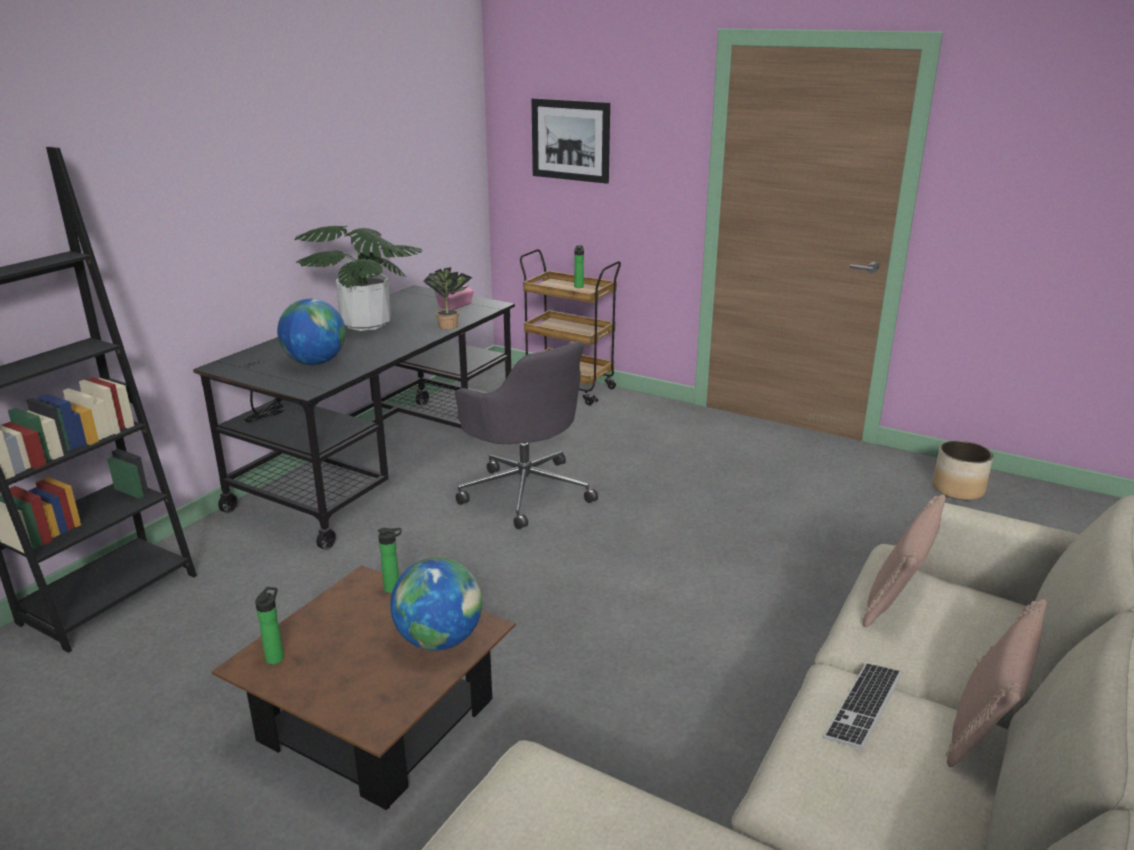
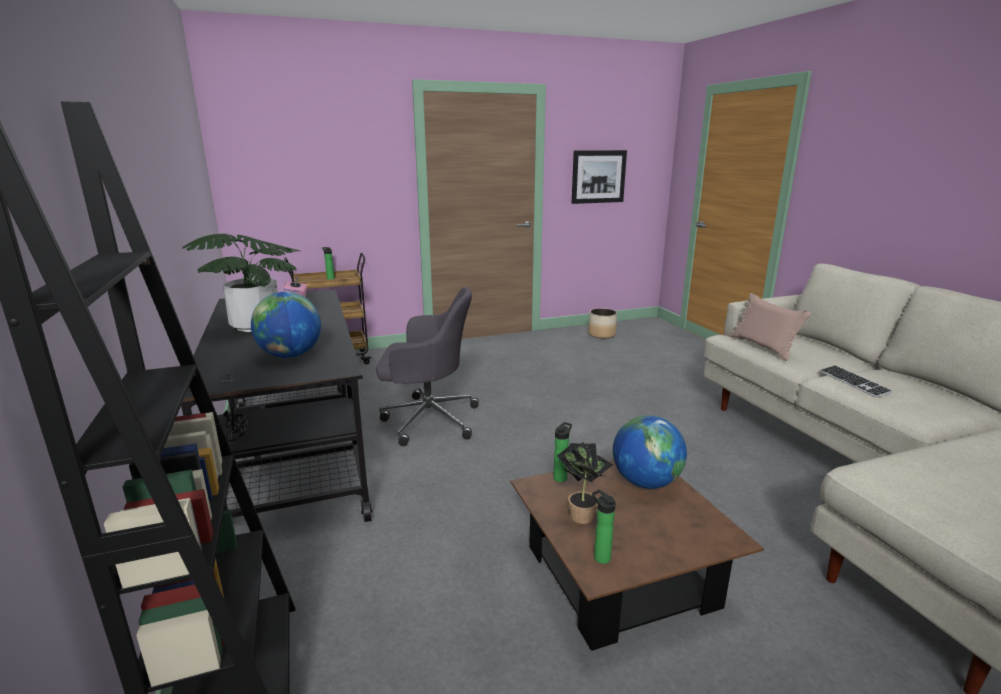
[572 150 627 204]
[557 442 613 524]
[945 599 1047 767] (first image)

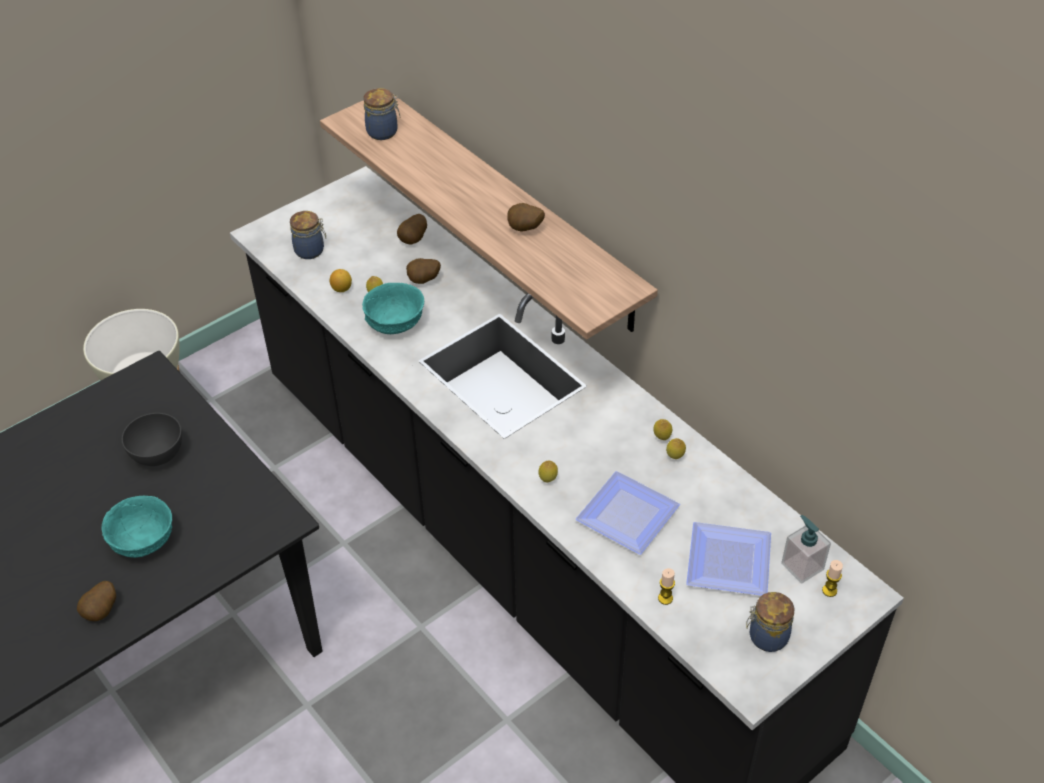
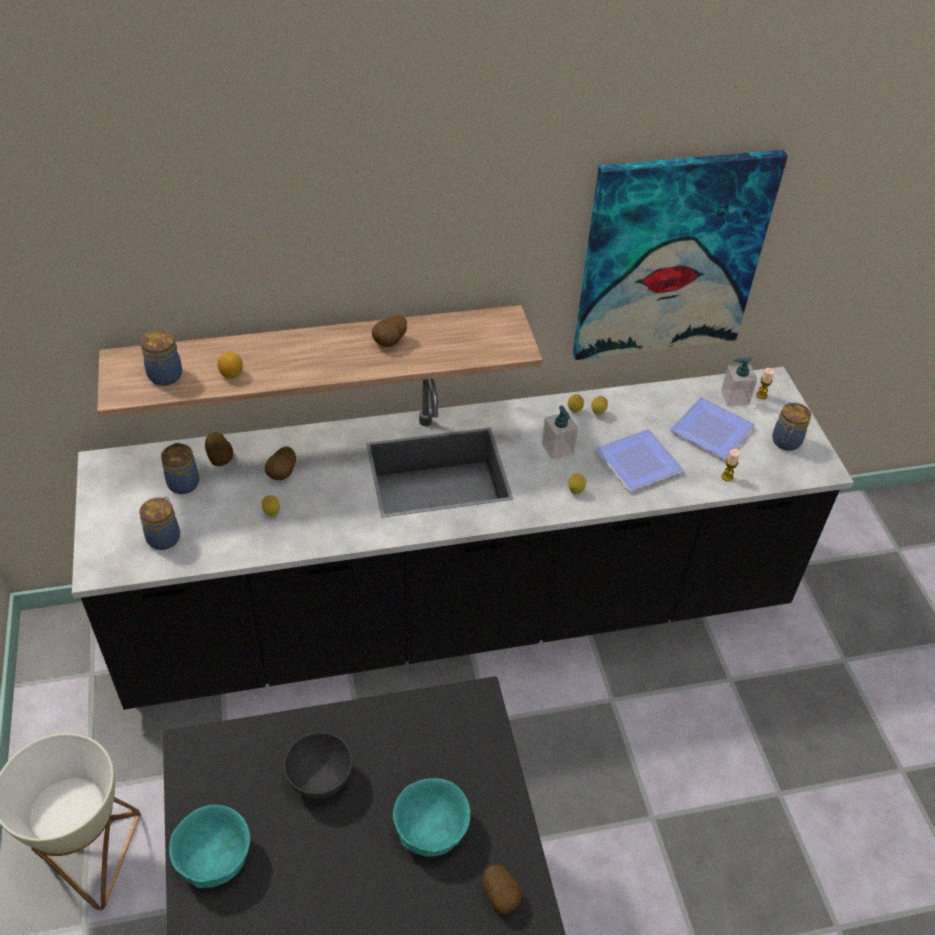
[217 352 243 378]
[169 804 250 888]
[573 150 788 360]
[542 406 578 460]
[161 442 199 494]

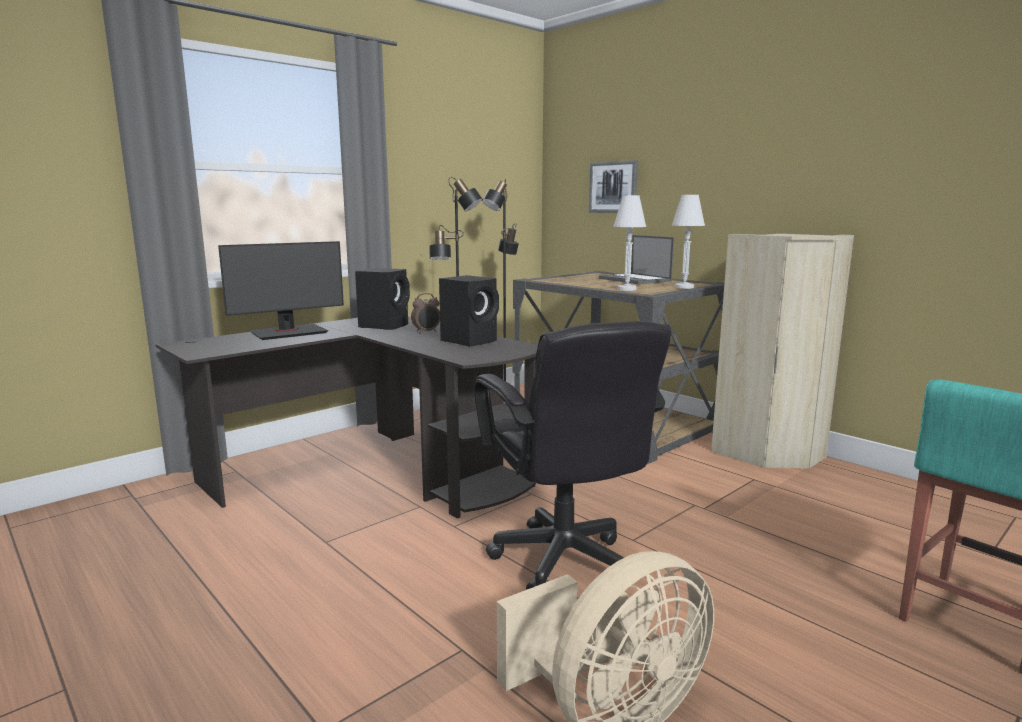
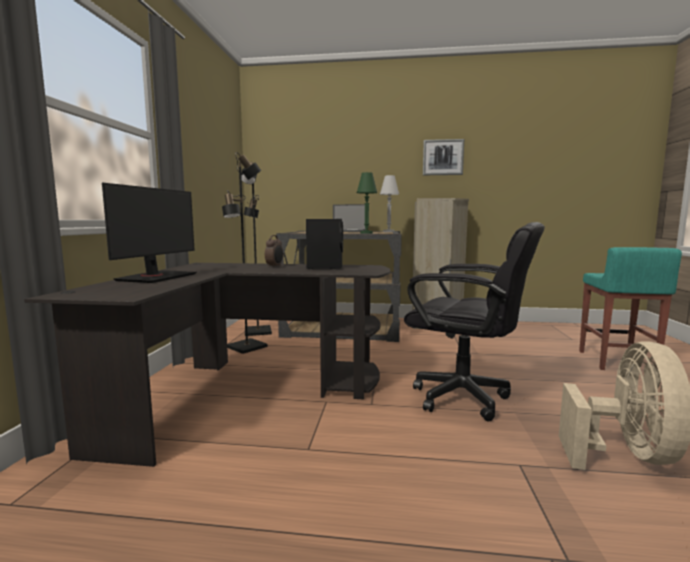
[423 139 464 175]
[357 172 377 234]
[355 268 410 330] (first image)

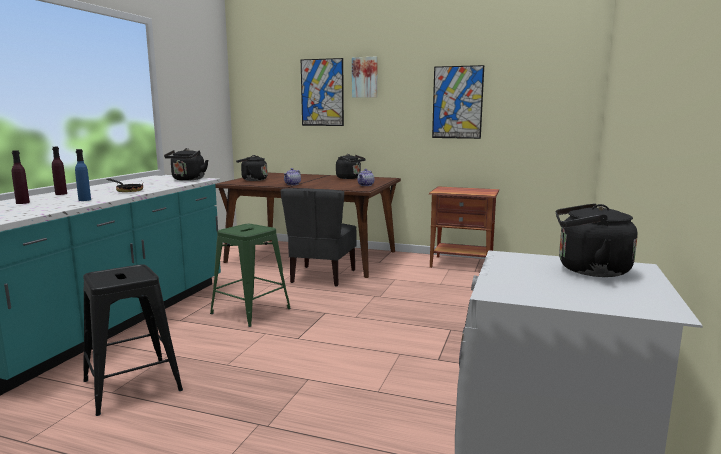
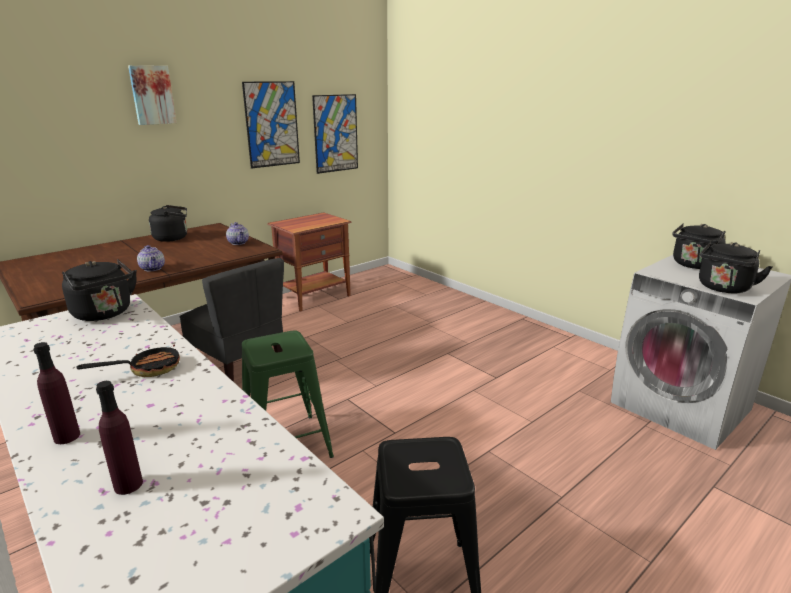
[312 94 358 174]
[75 149 91 201] (first image)
[699 242 773 293]

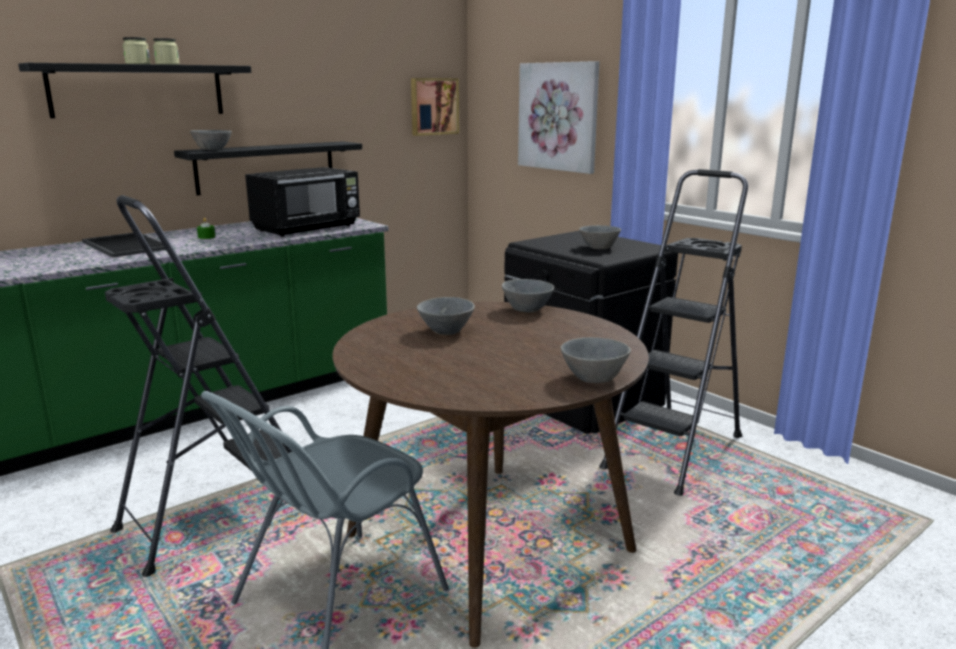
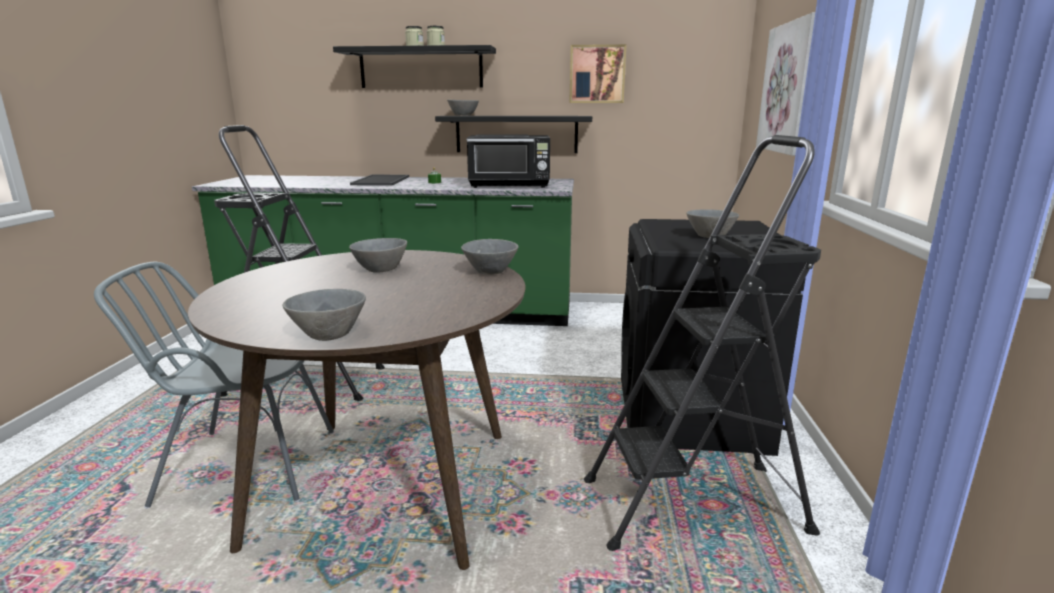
[569 44 627 103]

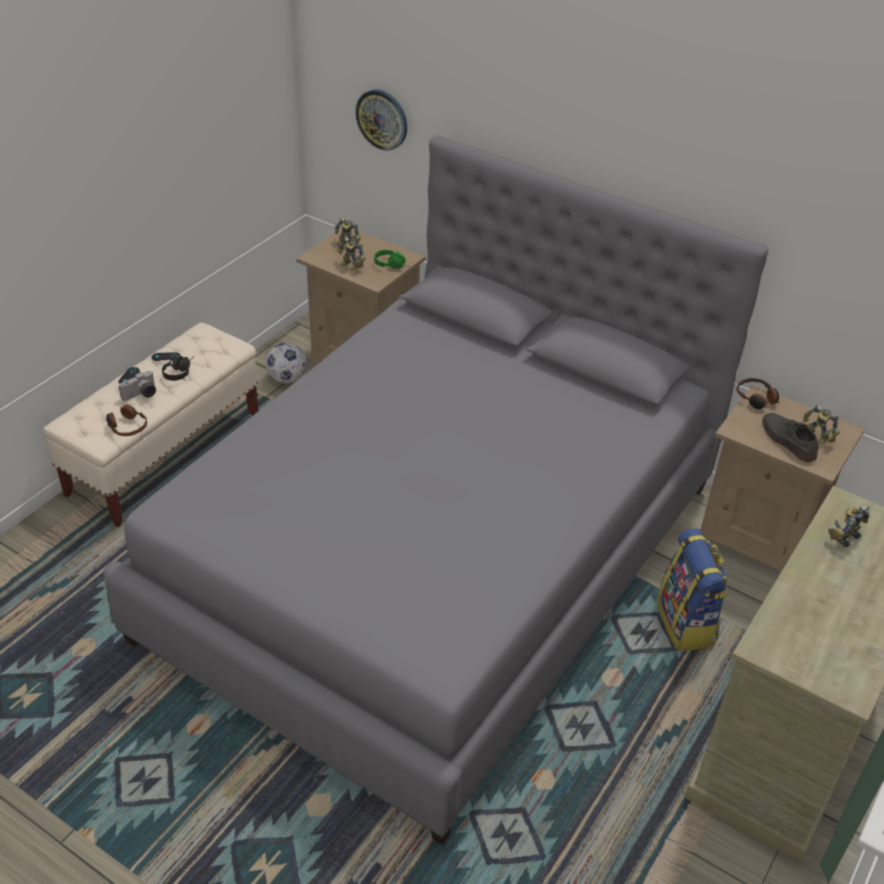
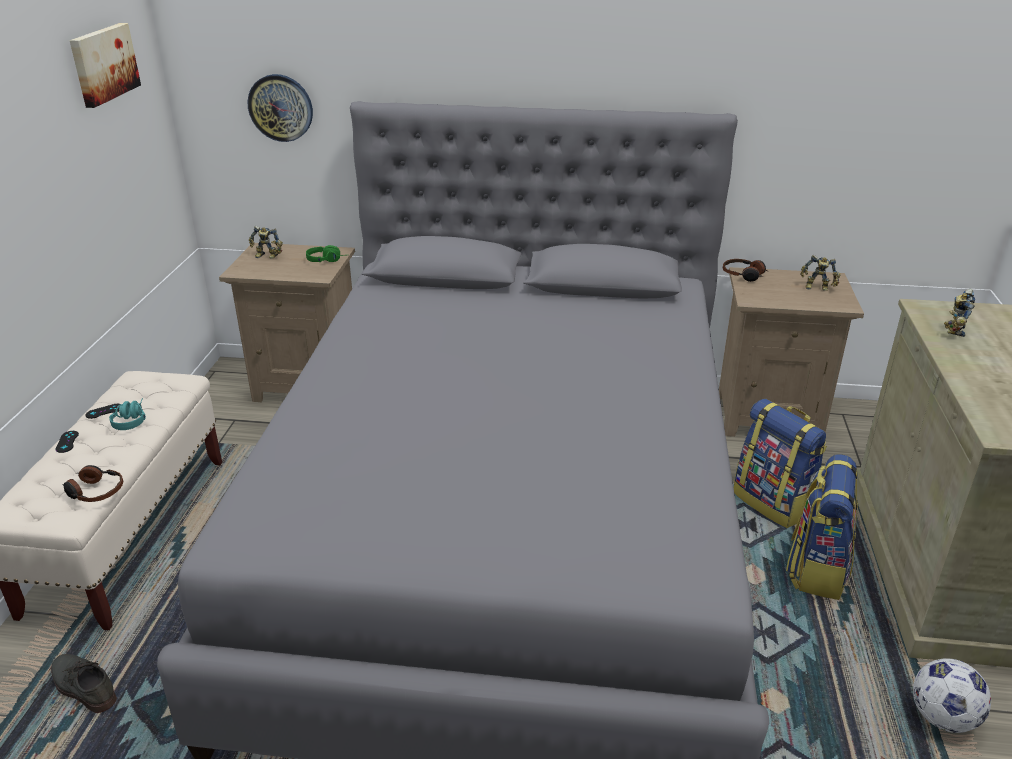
[338 237 365 270] (first image)
[913 659 991 733]
[109 398 146 430]
[119 371 156 401] (first image)
[51 654 117 713]
[69 23 141 108]
[786 454 858 600]

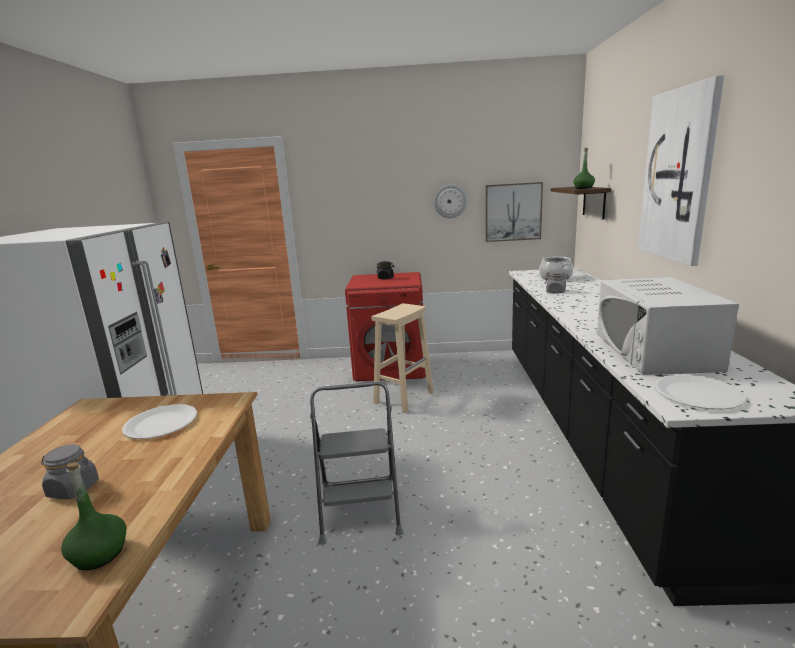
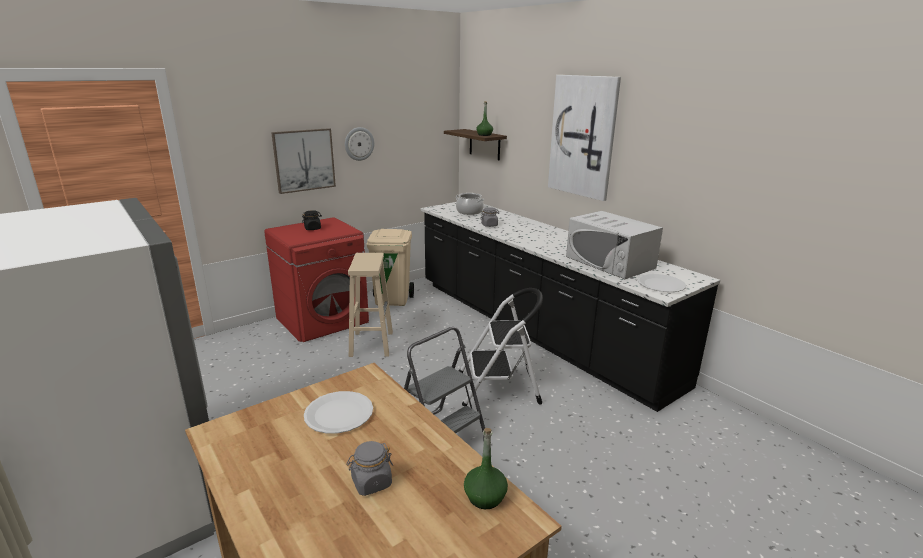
[271 128 336 194]
[366 229 414 306]
[459 288 543 406]

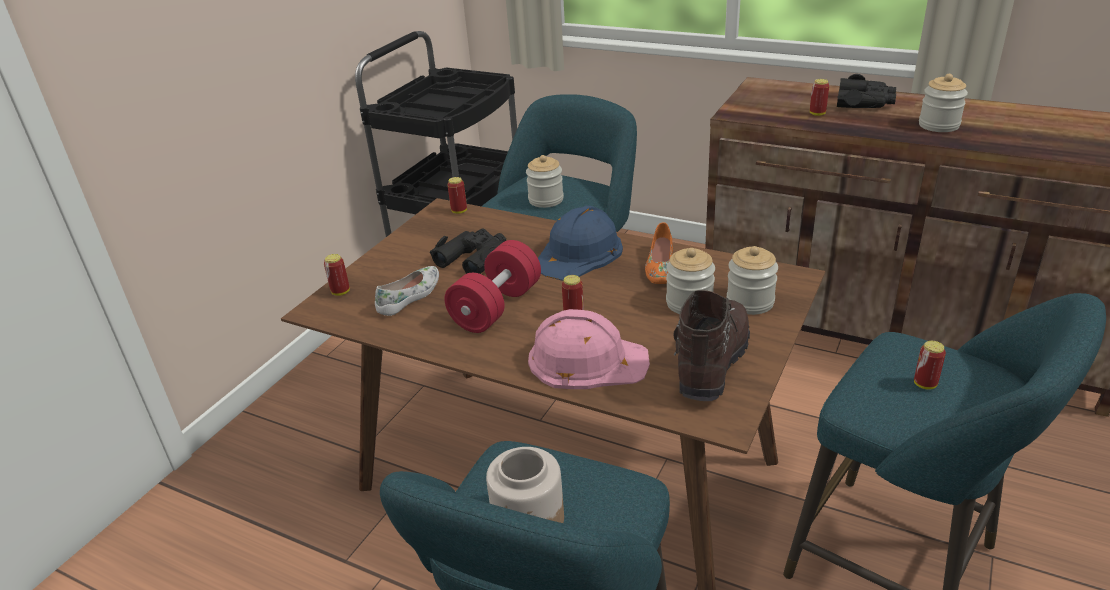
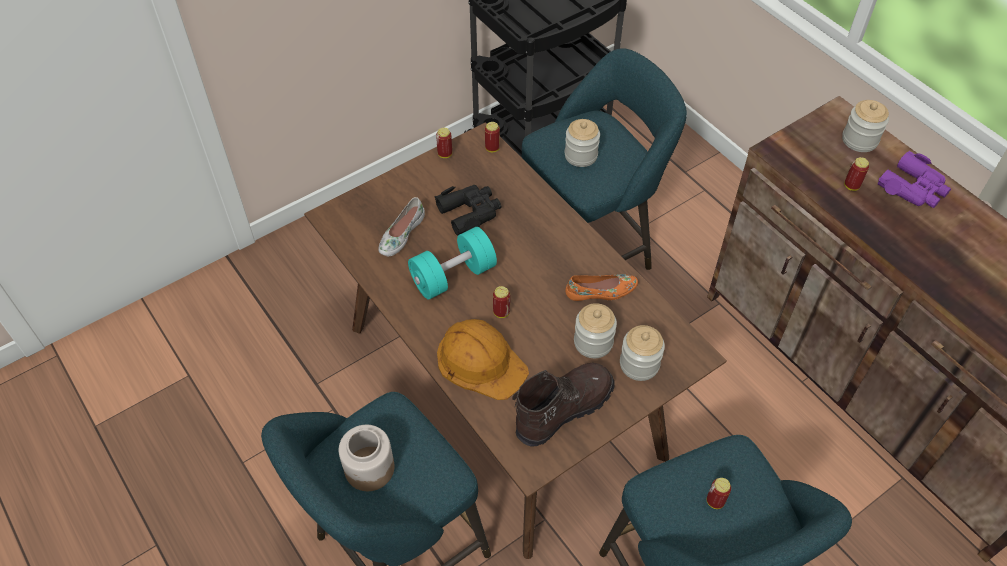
[878 151 951 208]
[842 100 889 152]
[538 205 623 281] (first image)
[565 274 638 301]
[408 227 497 300]
[436 128 452 158]
[378 197 425 256]
[437 319 529 400]

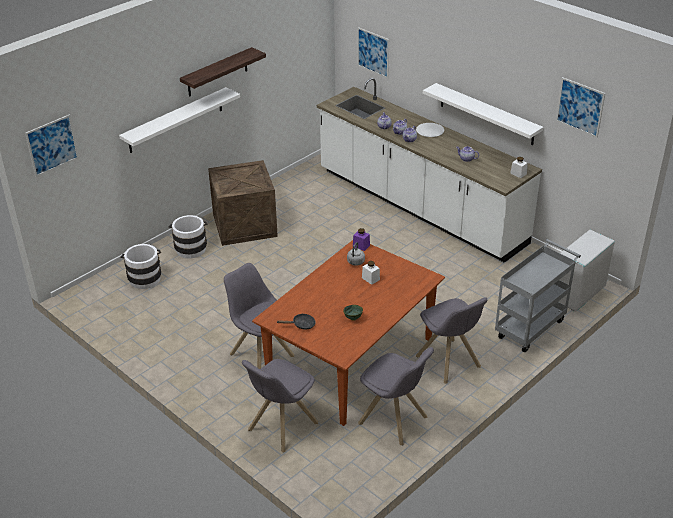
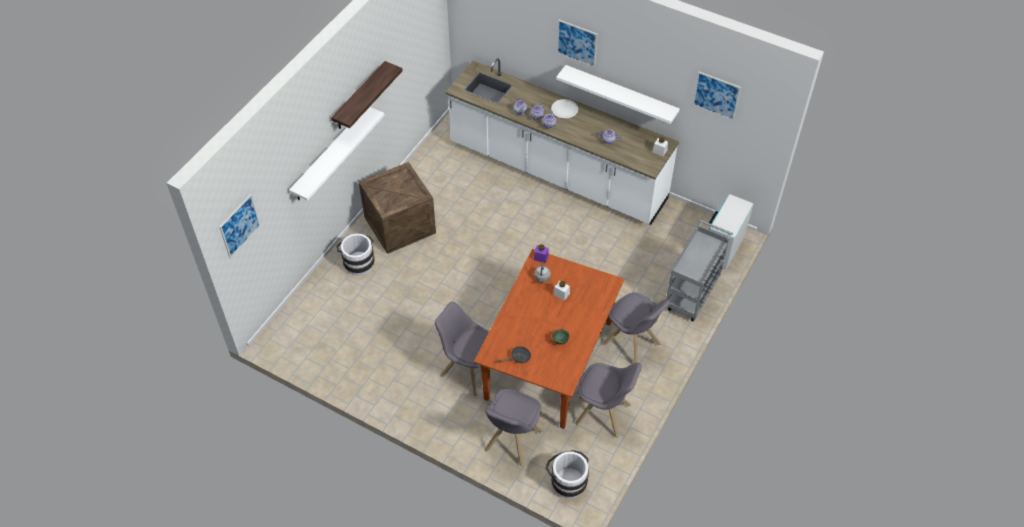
[557 20 598 68]
[546 450 589 498]

